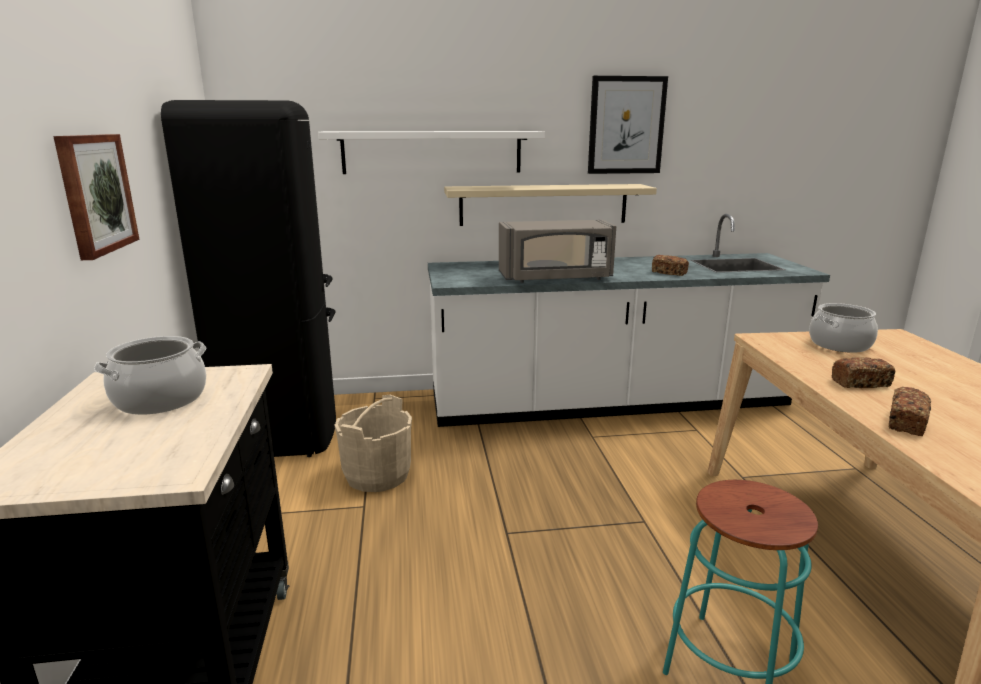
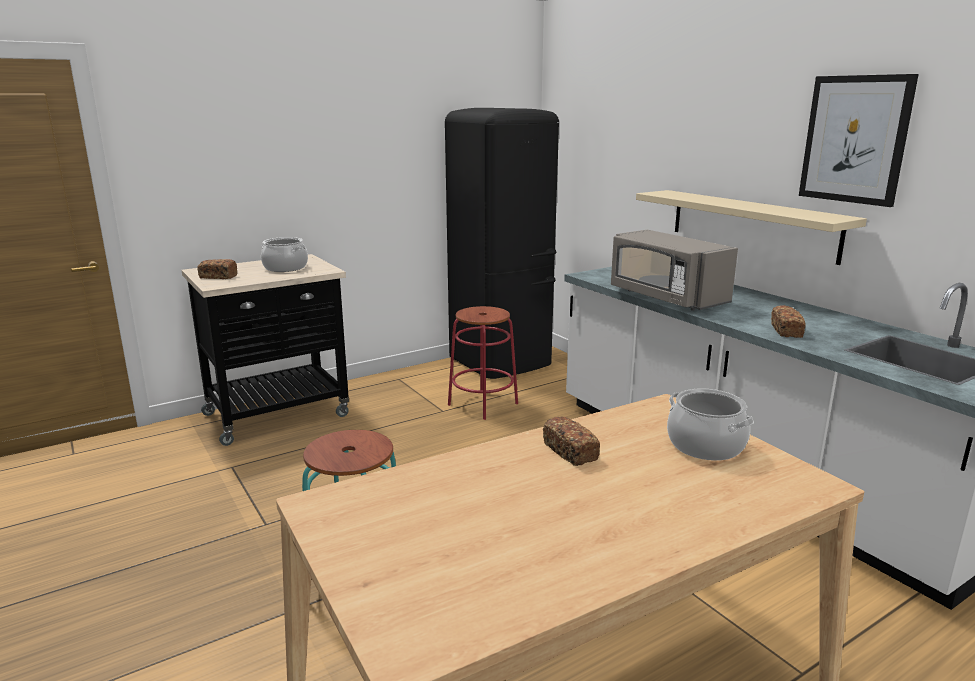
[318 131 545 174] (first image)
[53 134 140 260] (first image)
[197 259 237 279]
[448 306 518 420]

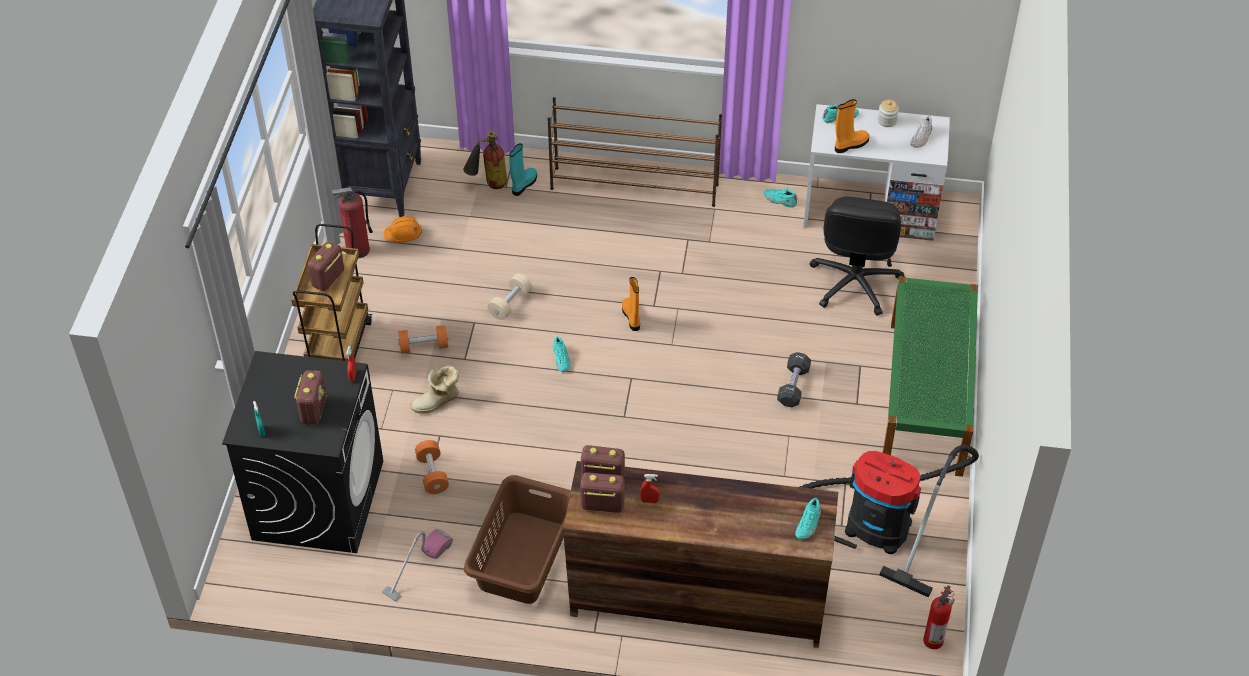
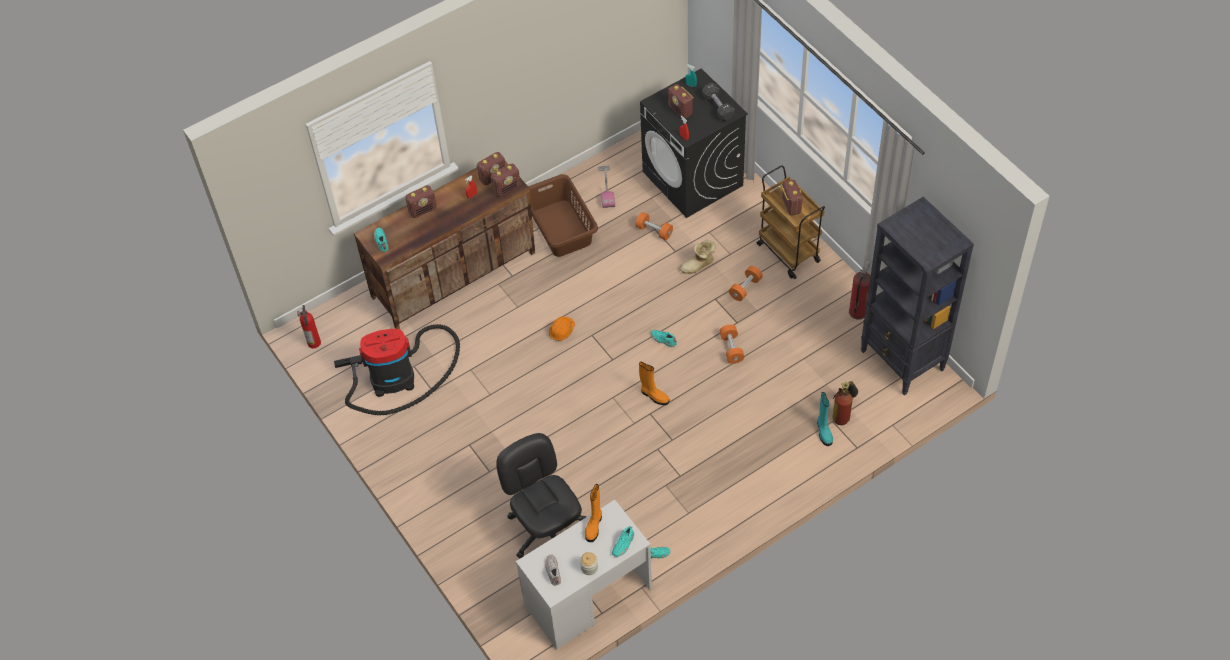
[548 97 722 207] (first image)
[549 317 575 341]
[719 325 744 364]
[883 276 978 477] (first image)
[702 83 735 121]
[679 240 716 274]
[405 185 437 218]

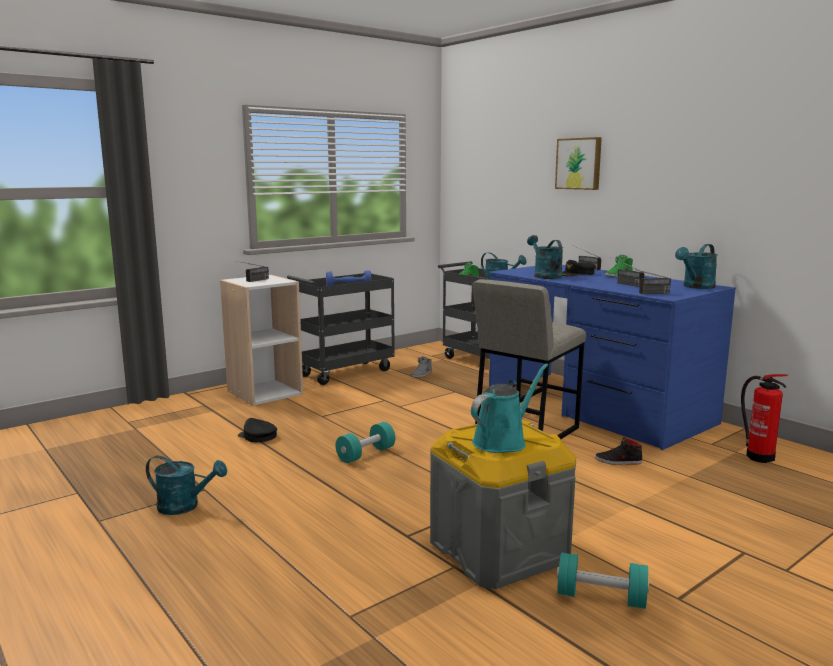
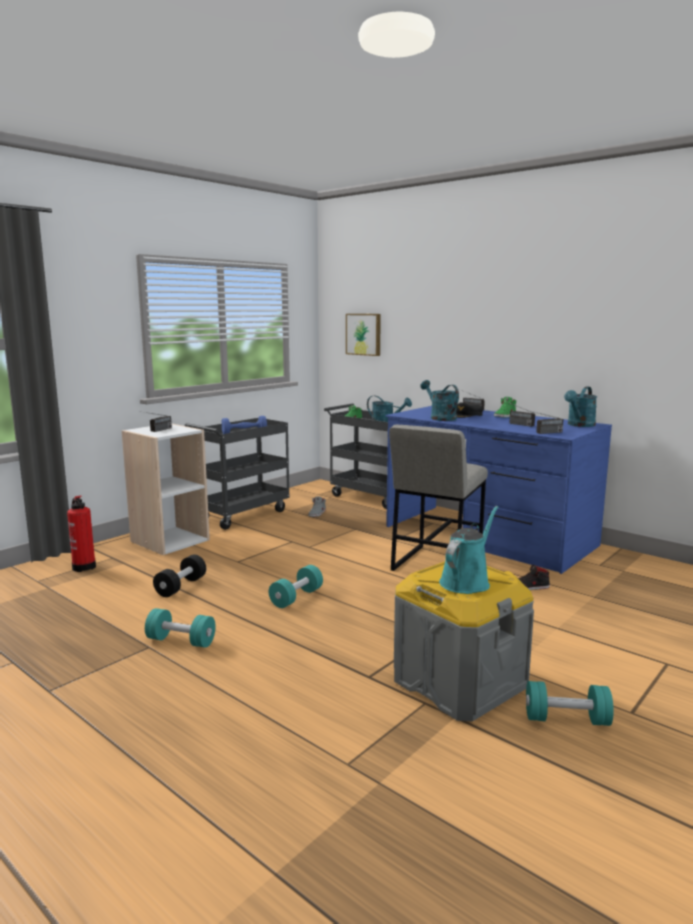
[346 314 381 356]
[67 495 96 572]
[153 554 206 597]
[146 456 227 515] (first image)
[145 608 216 648]

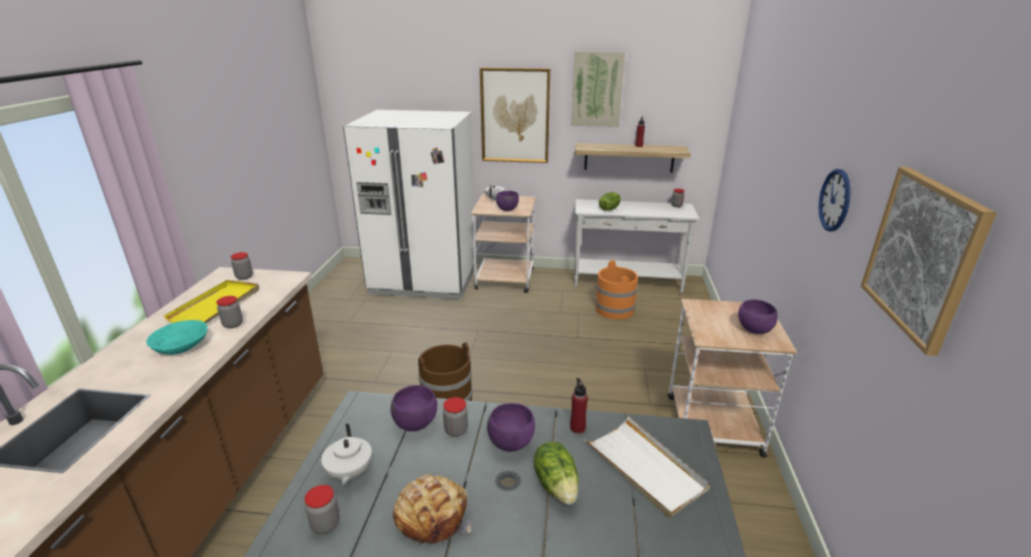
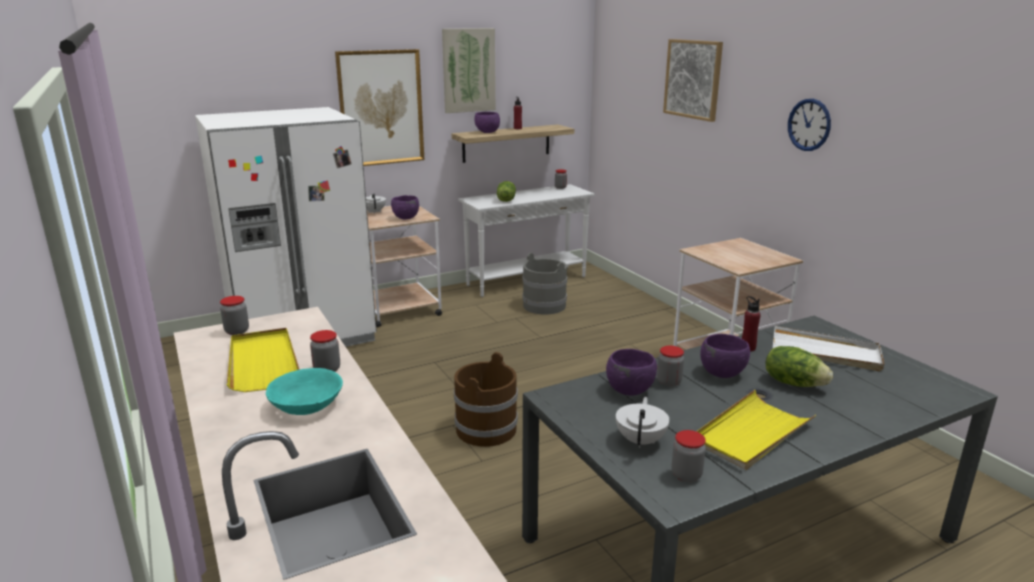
[663 39 723 122]
[522 253 567 315]
[474 112 500 133]
[616 397 670 448]
[696 390 816 470]

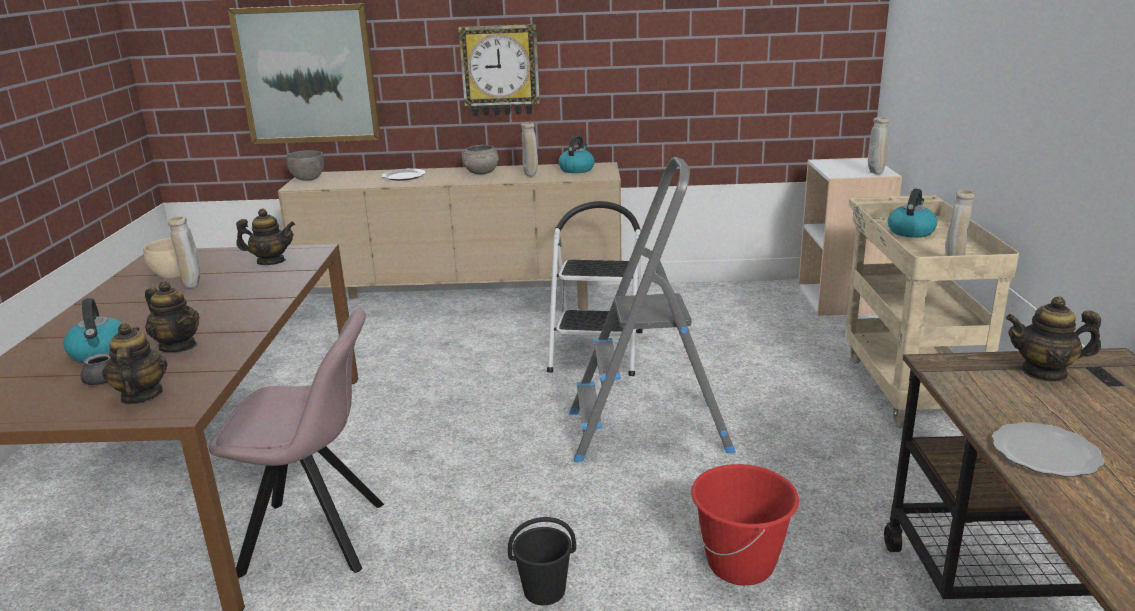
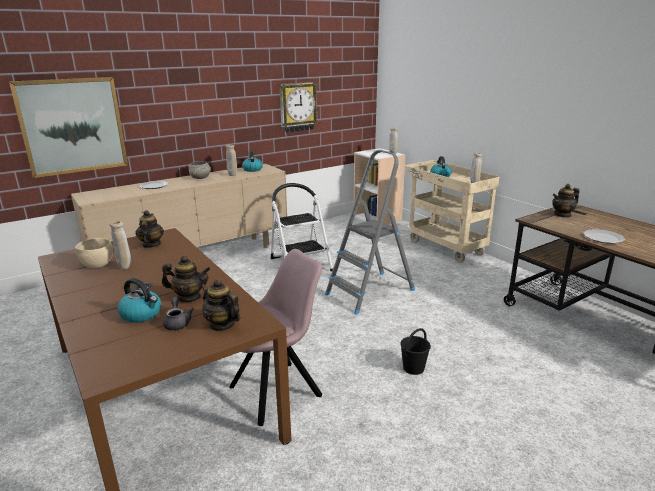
[279 82 318 133]
[286 150 324 181] (first image)
[135 210 164 248]
[691 464 799 586] (first image)

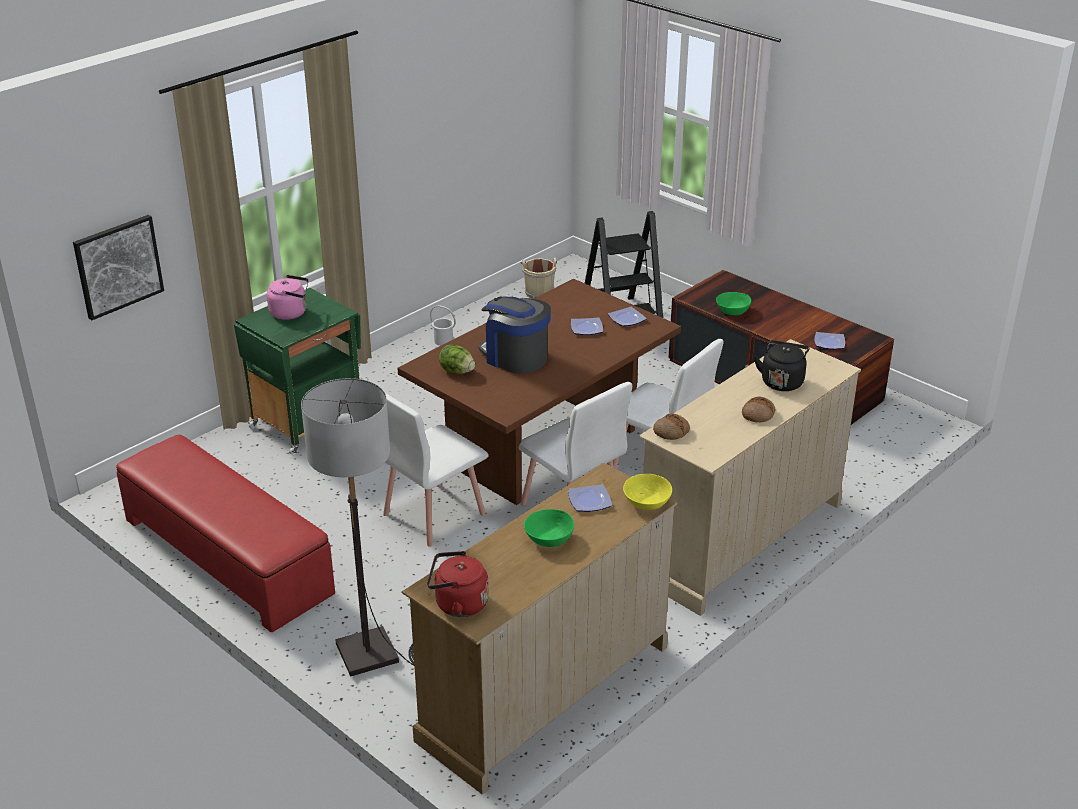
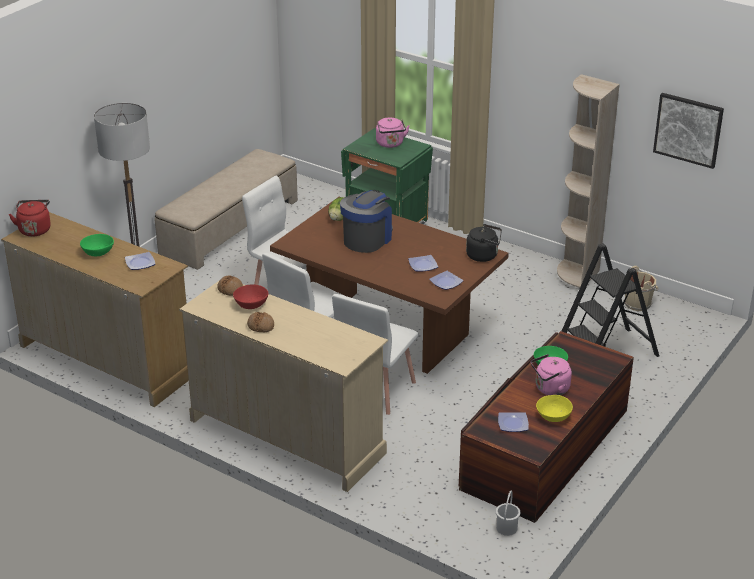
[653 93 724 169]
[496 491 521 536]
[466 224 502 262]
[155 149 298 270]
[536 395 573 422]
[557 74 620 289]
[233 285 269 309]
[531 354 572 395]

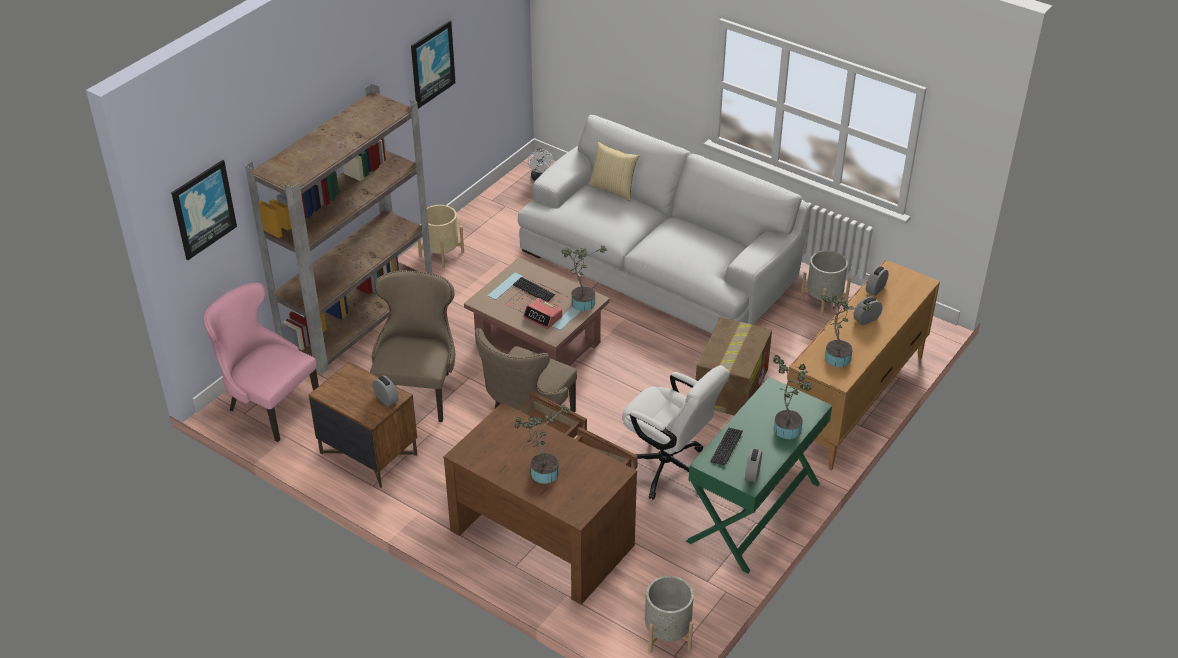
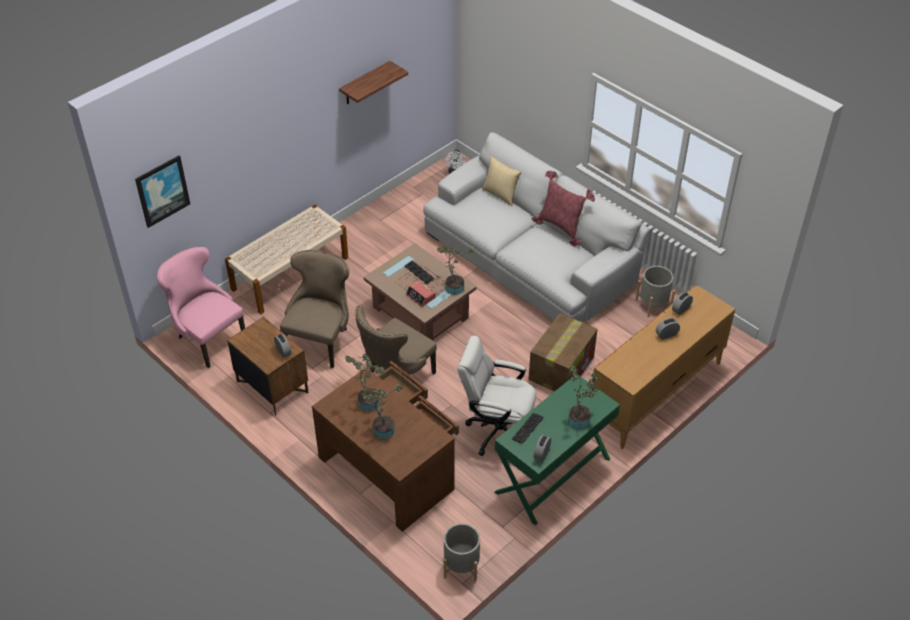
[339 61 408 104]
[225 204 348 314]
[418 205 464 268] (first image)
[345 353 384 411]
[457 336 536 456]
[531 170 595 246]

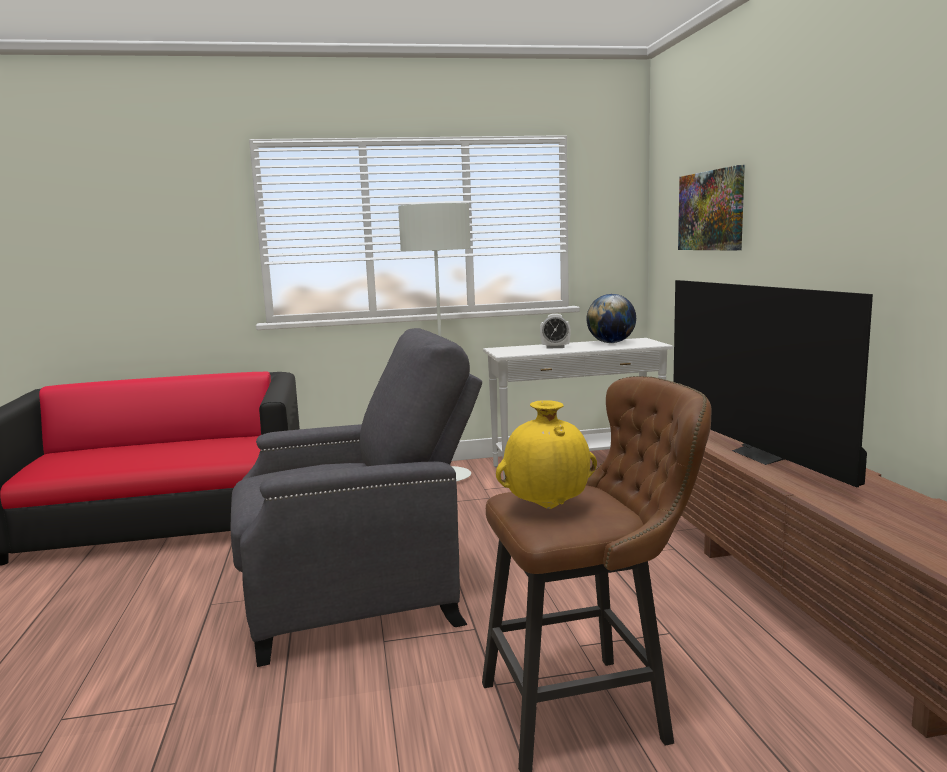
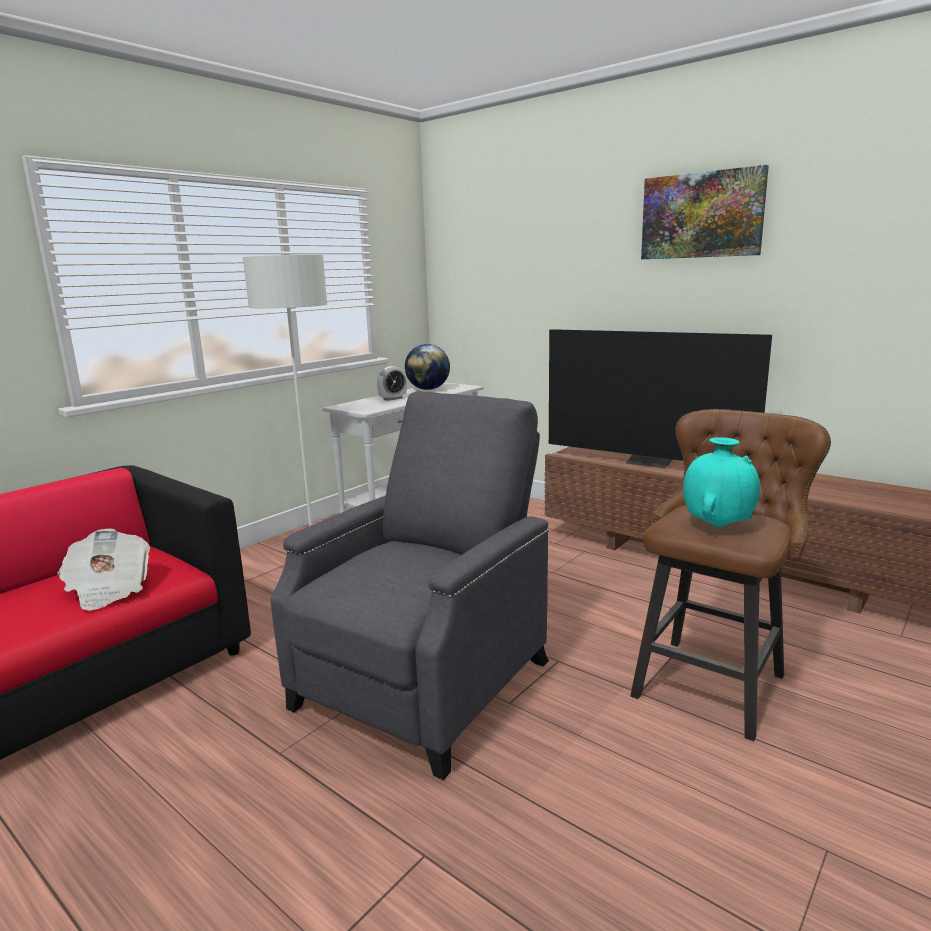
[641 165 769 259]
[683 437 760 527]
[58 529 150 611]

